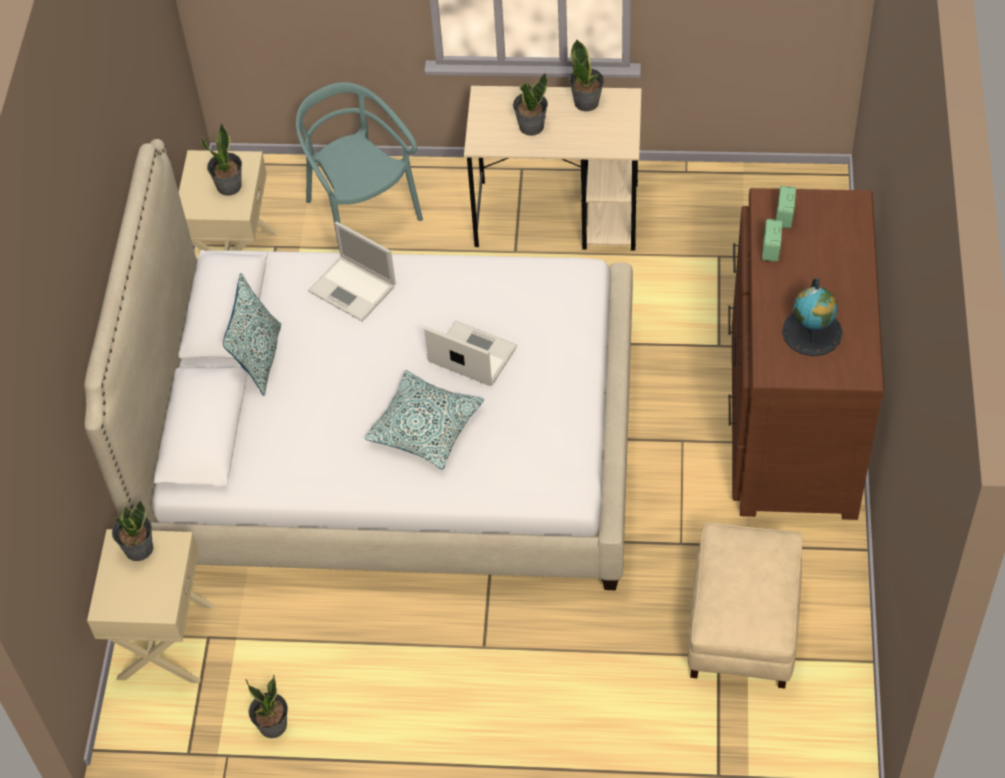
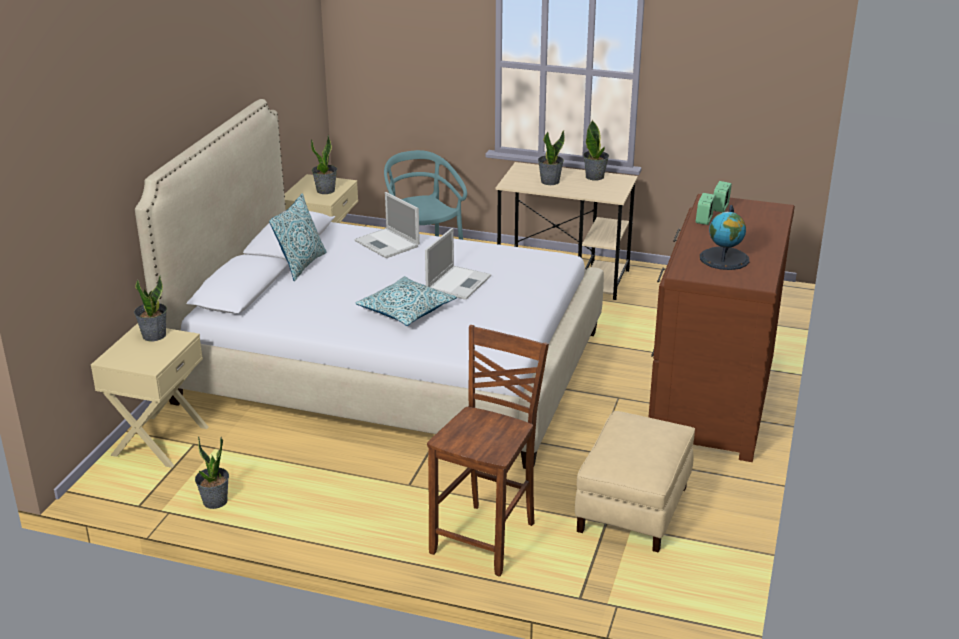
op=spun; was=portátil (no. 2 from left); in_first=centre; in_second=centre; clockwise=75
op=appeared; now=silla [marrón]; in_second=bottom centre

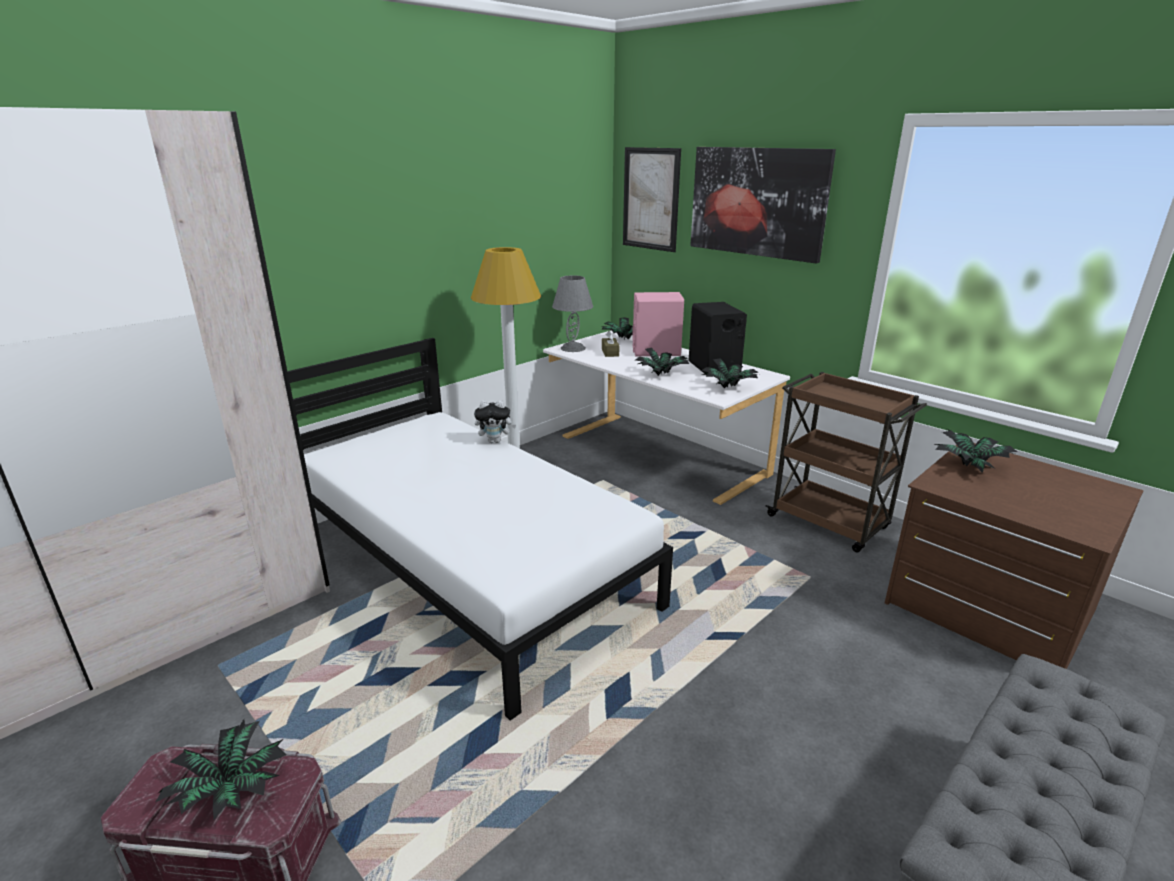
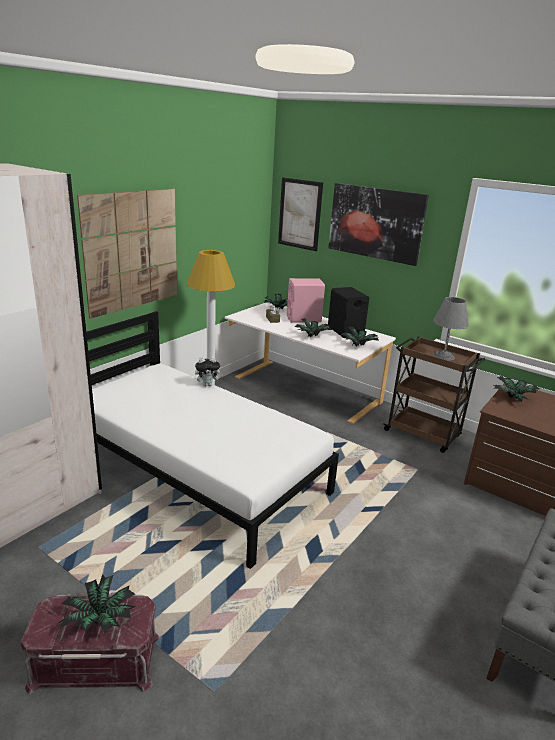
op=appeared; now=cuadro (no. 1 from left); in_second=middle left
op=relocated; was=lámpara de mesa [gris]; in_first=centre; in_second=middle right

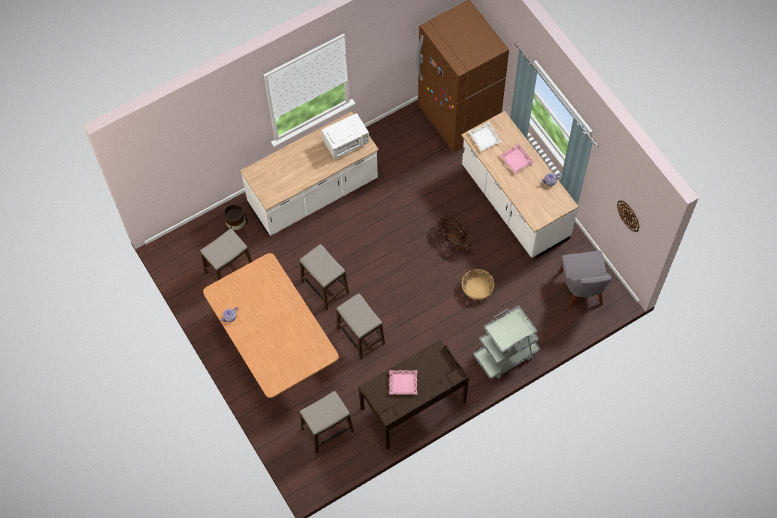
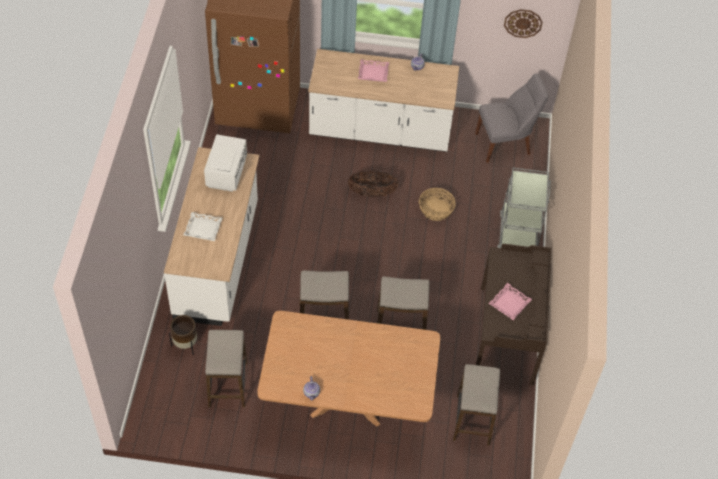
op=relocated; was=bandeja [blanco]; in_first=top centre; in_second=middle left
op=spun; was=silla [gris]; in_first=middle right; in_second=top right; clockwise=-45

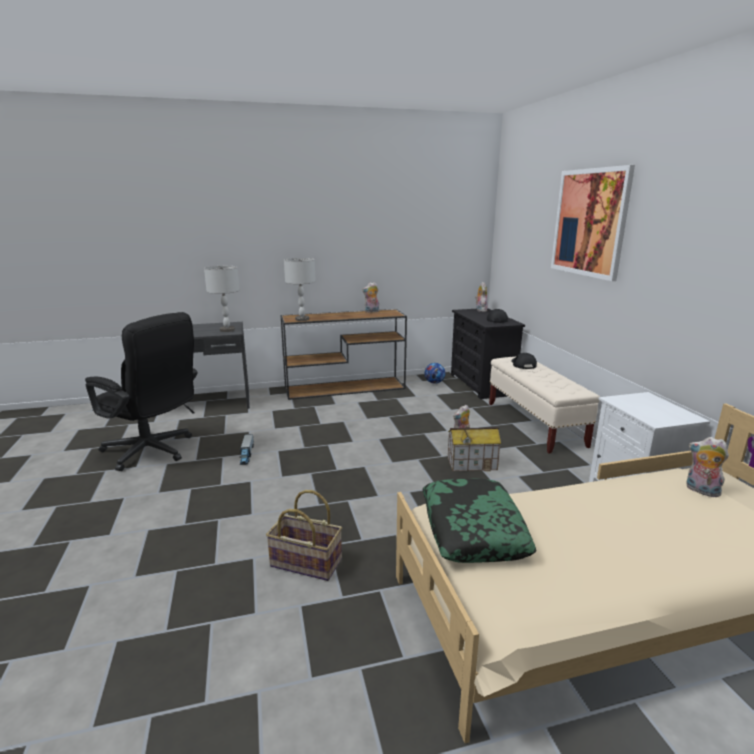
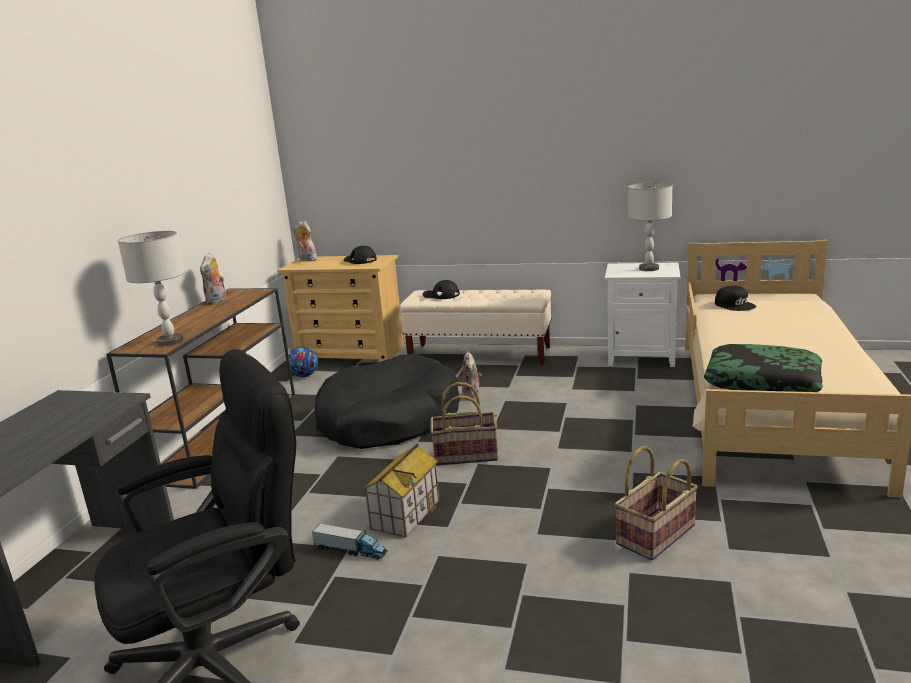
op=colour; was=cómoda [negro]; now=cómoda [beis]; in_first=centre; in_second=centre
op=appeared; now=cama para perro [negro]; in_second=centre
op=relocated; was=casita; in_first=centre; in_second=bottom centre
op=appeared; now=cesta (no. 1 from left); in_second=centre
op=relocated; was=lámpara de mesa [gris] (no. 1 from left in the first image); now=lámpara de mesa [gris] (no. 2 from left); in_first=middle left; in_second=top right
op=exchanged; was=peluche (no. 4 from left); now=gorra [negro] (no. 3 from left); in_first=middle right; in_second=middle right
op=missing; was=cuadro; in_first=top right

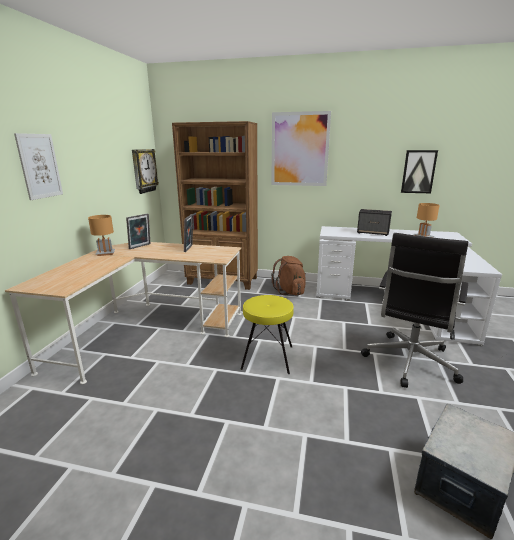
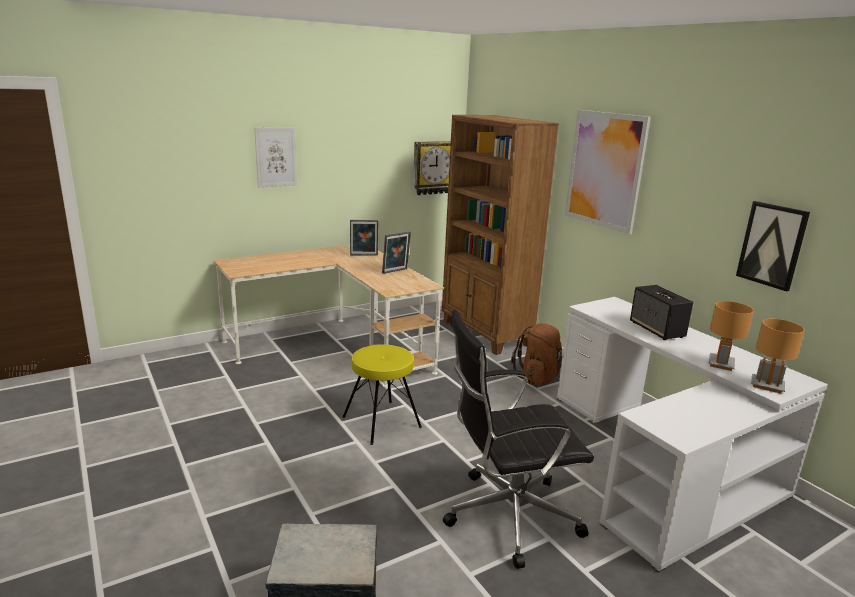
op=relocated; was=lámpara de mesa [marrón] (no. 1 from left in the first image); now=lámpara de mesa [marrón] (no. 2 from left); in_first=middle left; in_second=middle right

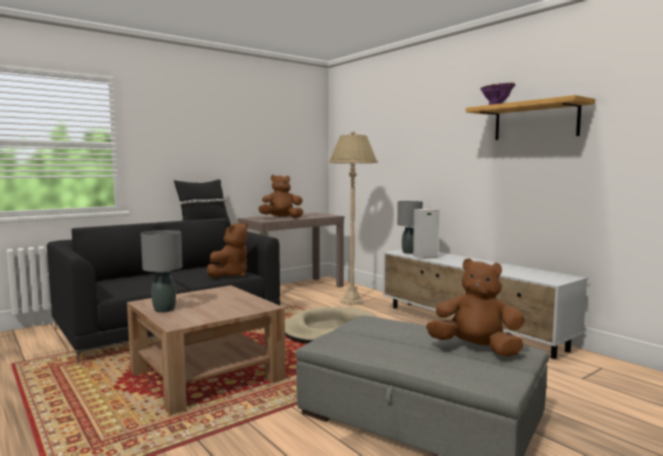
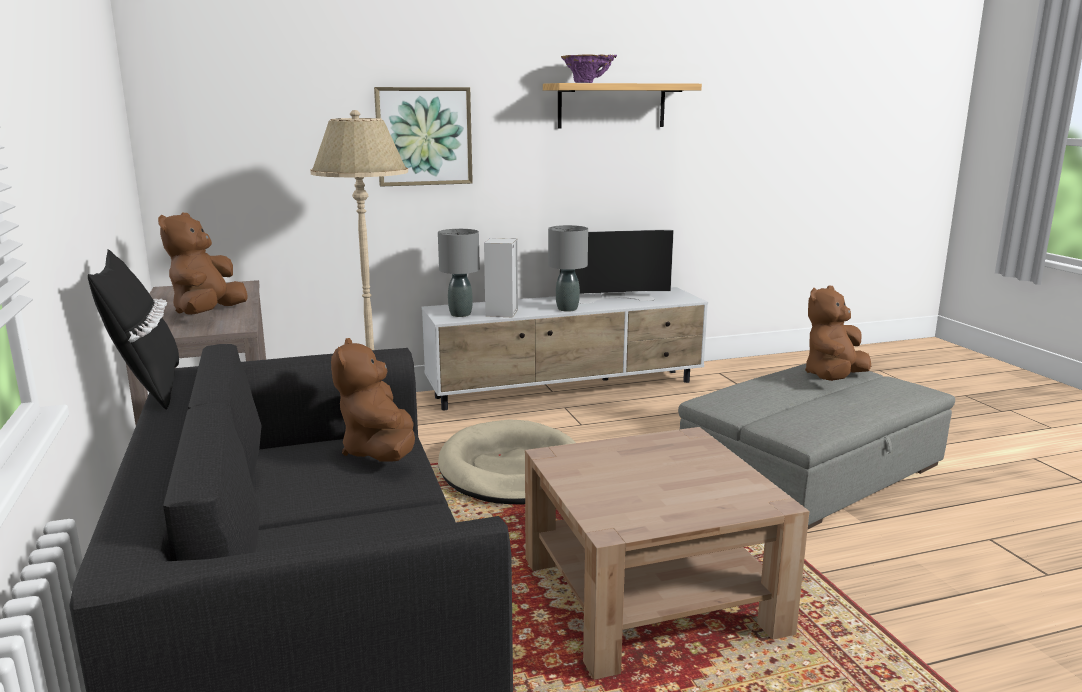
op=spun; was=peluche [marrón] (no. 1 from left in the first image); in_first=centre; in_second=centre; clockwise=-150
op=appeared; now=cuadro; in_second=top centre
op=relocated; was=lámpara de mesa [gris] (no. 1 from left in the first image); now=lámpara de mesa [gris] (no. 2 from left); in_first=middle left; in_second=centre
op=appeared; now=televisor; in_second=centre

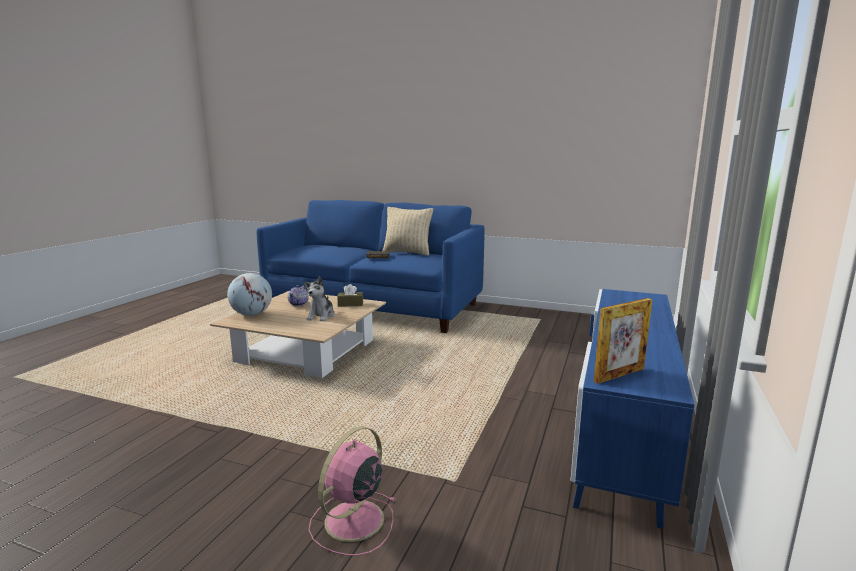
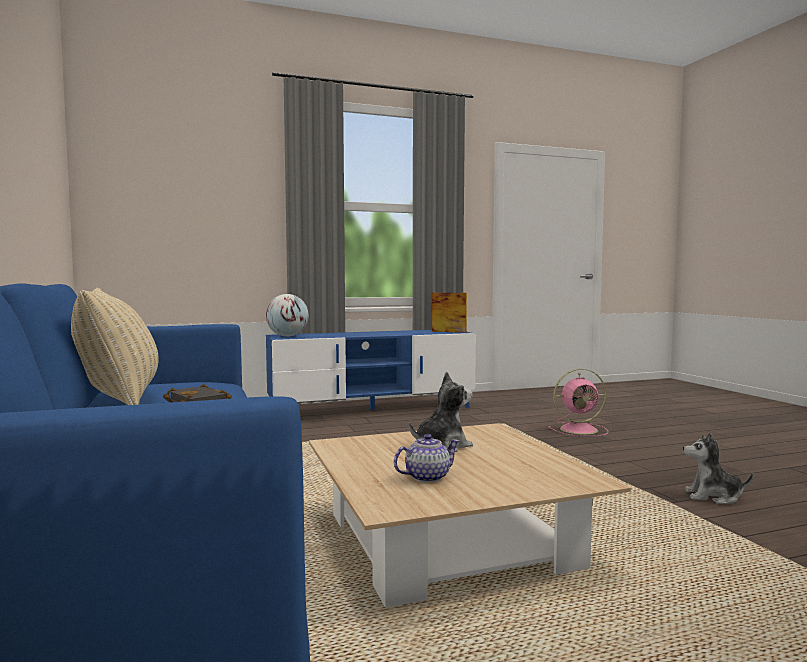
op=relocated; was=globo terráqueo; in_first=middle left; in_second=centre
op=appeared; now=peluche (no. 2 from left); in_second=bottom right
op=missing; was=caja de pañuelos [marrón]; in_first=centre

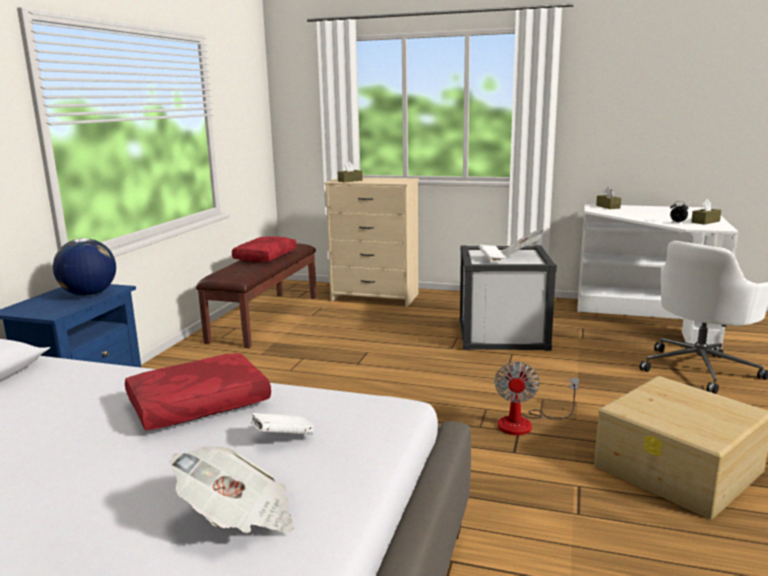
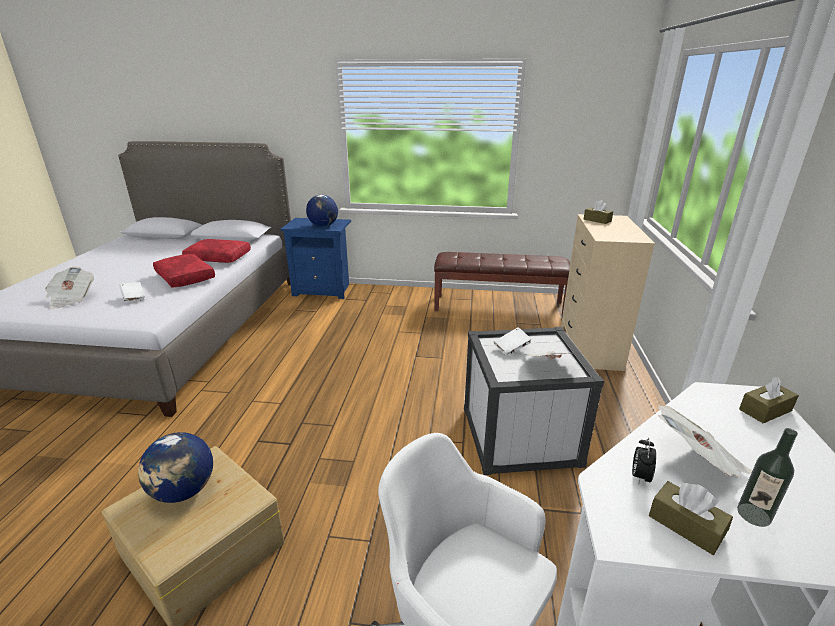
op=appeared; now=globo terráqueo (no. 1 from left); in_second=bottom left
op=relocated; was=cojín [rojo] (no. 2 from left); in_first=centre; in_second=middle left
op=appeared; now=periódico (no. 3 from left); in_second=bottom right
op=appeared; now=botella; in_second=bottom right
op=missing; was=ventilador; in_first=bottom right

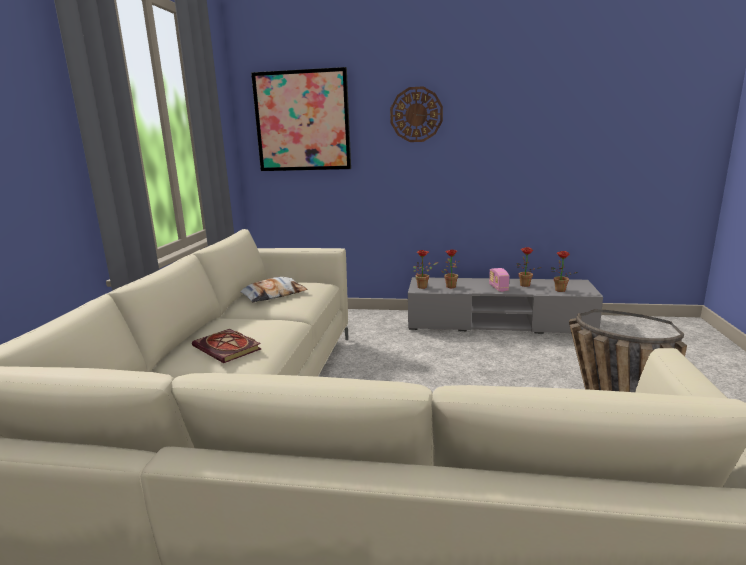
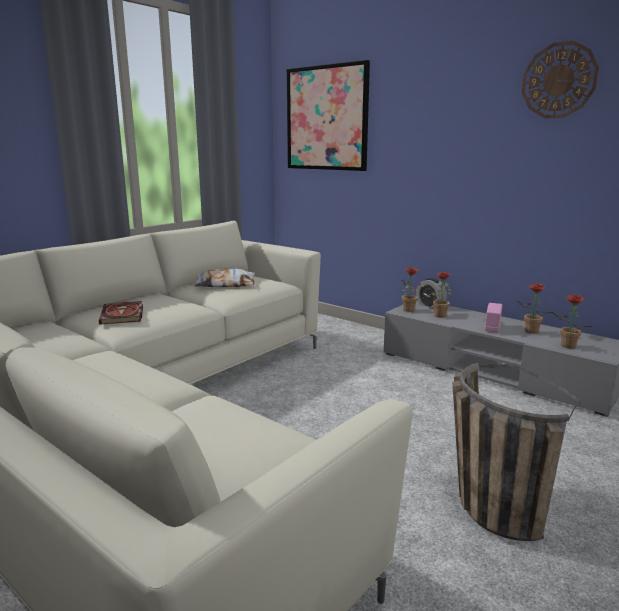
op=appeared; now=despertador; in_second=middle right
op=relocated; was=reloj de pared; in_first=top centre; in_second=top right

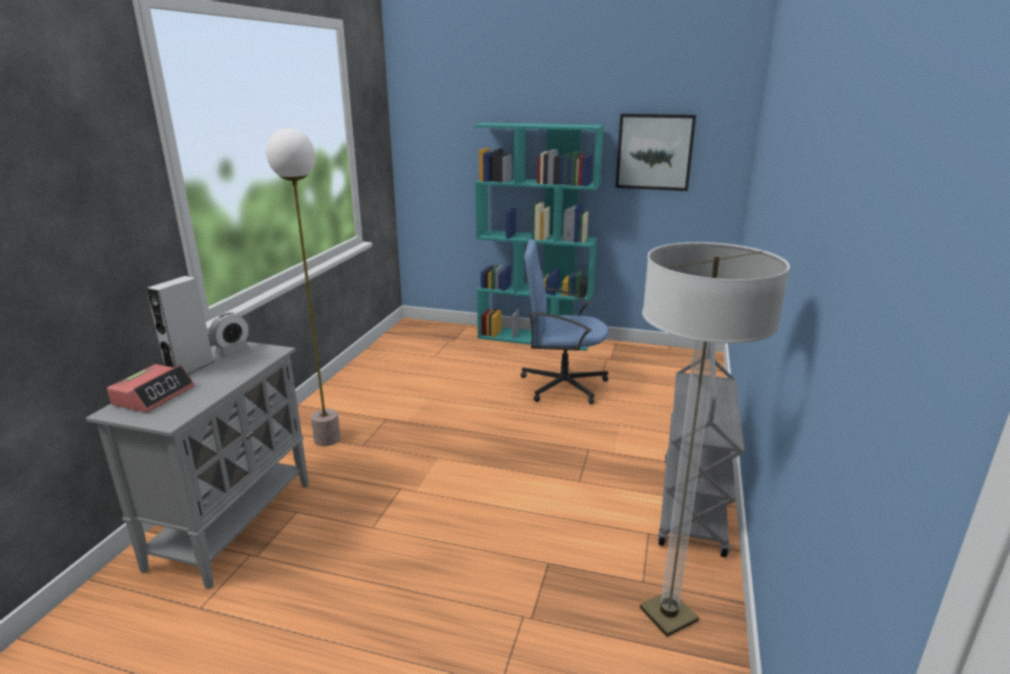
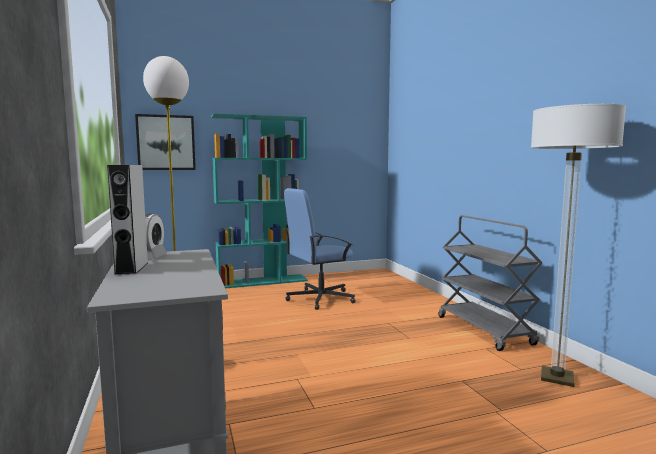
op=relocated; was=cuadro; in_first=top centre; in_second=top left
op=missing; was=despertador (no. 1 from left); in_first=middle left

